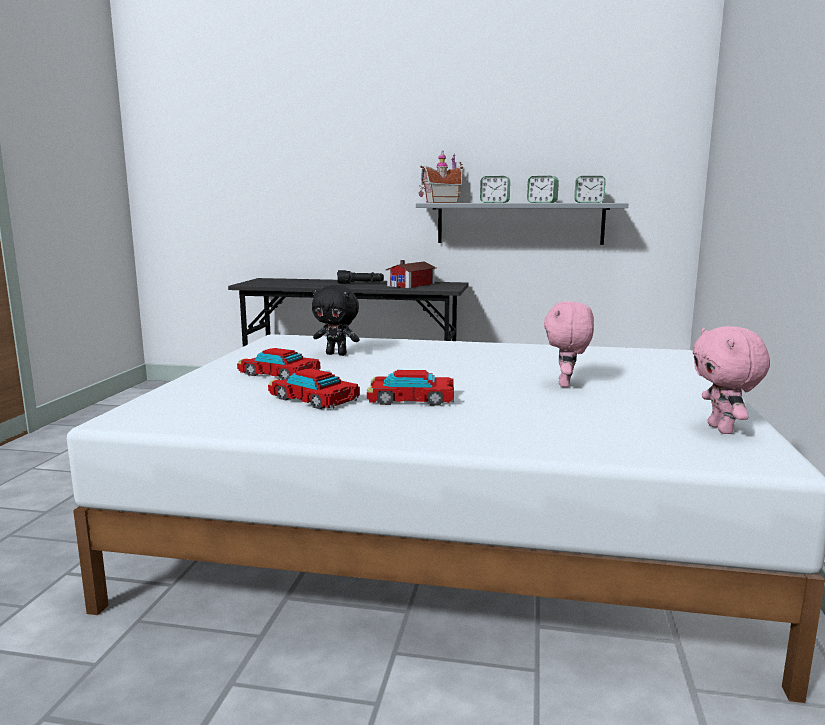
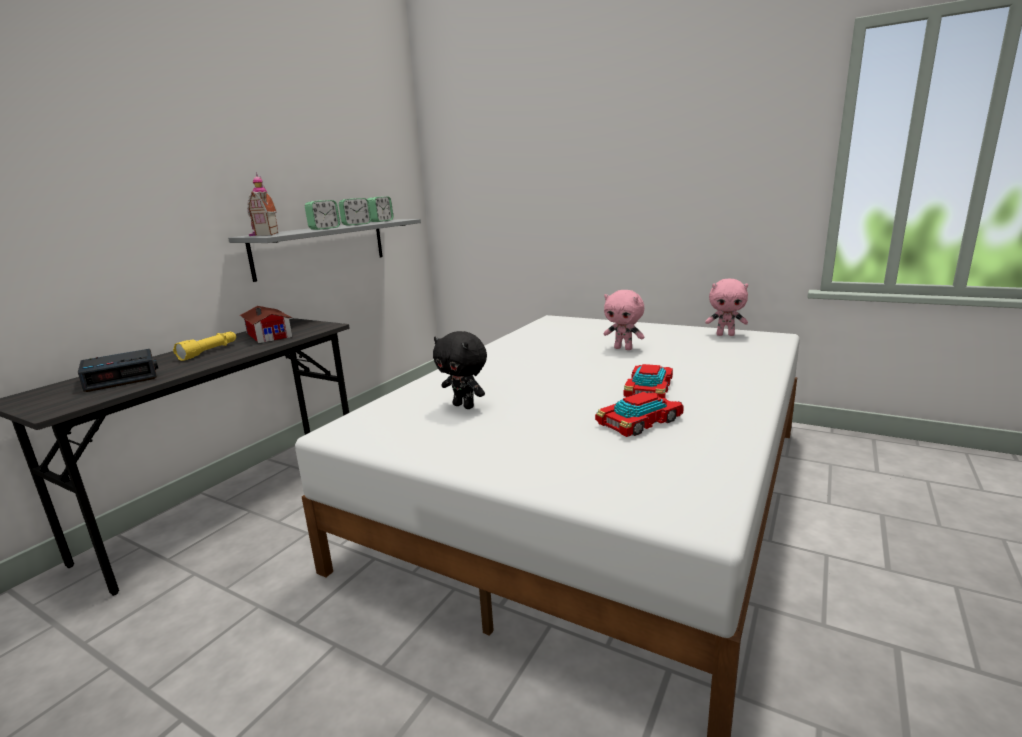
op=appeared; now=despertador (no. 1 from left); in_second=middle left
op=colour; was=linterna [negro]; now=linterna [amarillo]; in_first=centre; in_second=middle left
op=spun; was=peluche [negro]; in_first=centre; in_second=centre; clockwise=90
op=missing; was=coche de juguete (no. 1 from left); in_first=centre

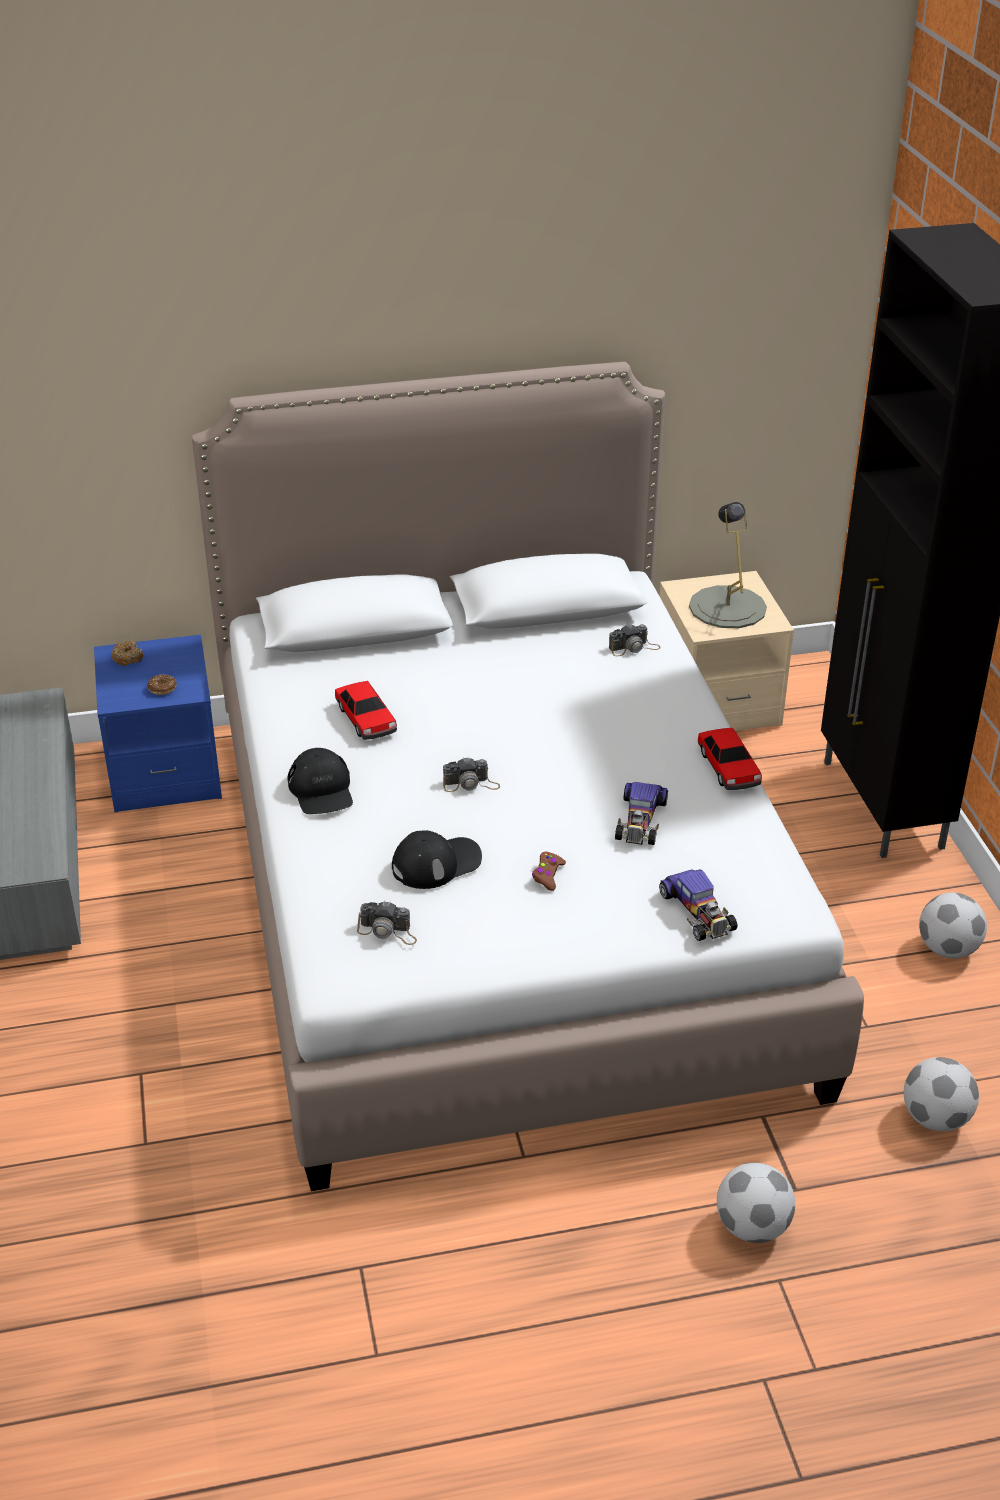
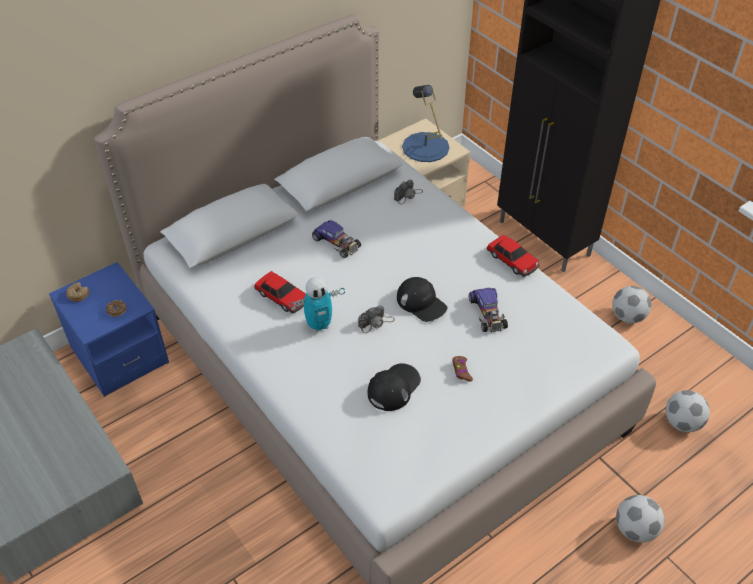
op=appeared; now=robot de juguete; in_second=centre
op=relocated; was=coche de juguete (no. 3 from left in the first image); now=coche de juguete (no. 2 from left); in_first=middle right; in_second=centre
op=relocated; was=gorra [negro] (no. 1 from left in the first image); now=gorra [negro] (no. 2 from left); in_first=middle left; in_second=centre
op=colour; was=lámpara de mesa [gris]; now=lámpara de mesa [azul]; in_first=middle right; in_second=top centre
op=missing; was=cámara (no. 1 from left); in_first=centre

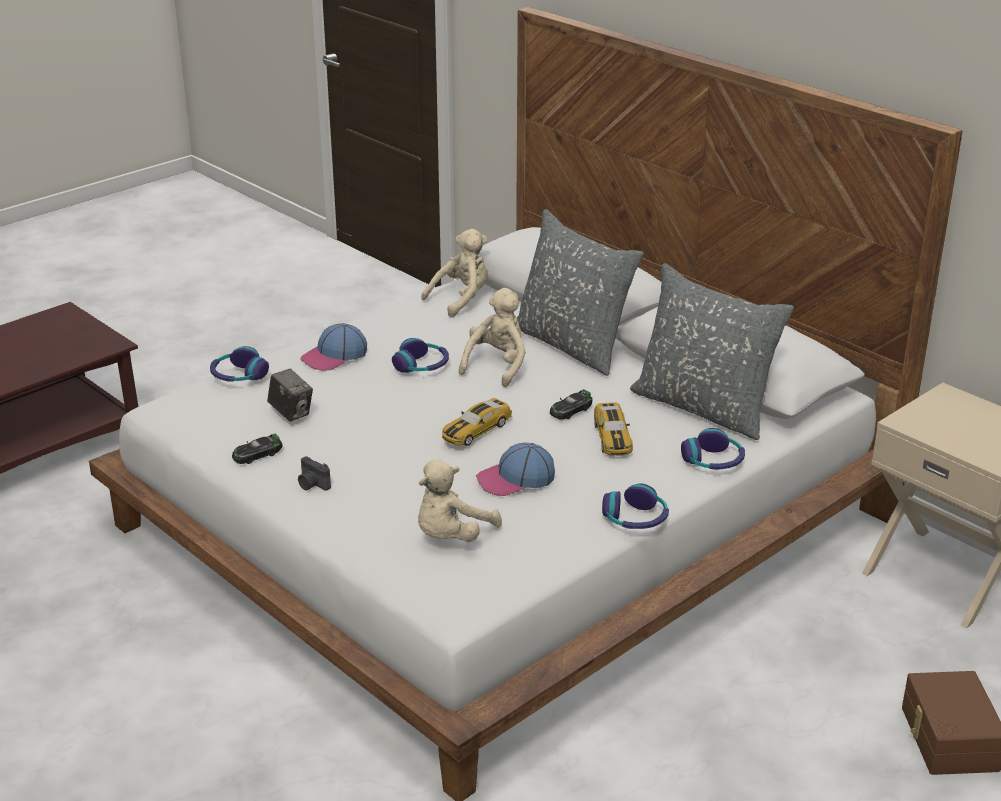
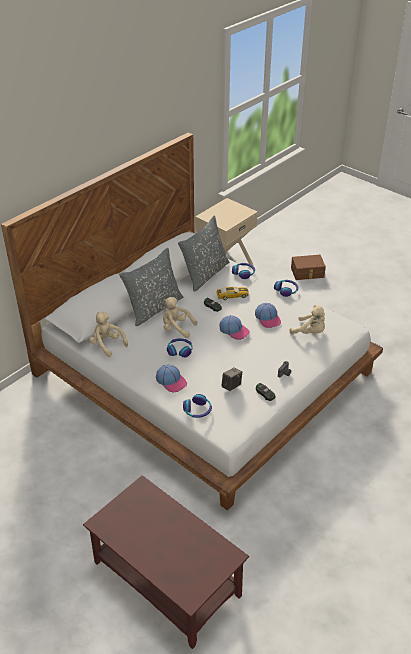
op=exchanged; was=coche de juguete (no. 2 from left); now=gorra (no. 2 from left); in_first=centre; in_second=centre

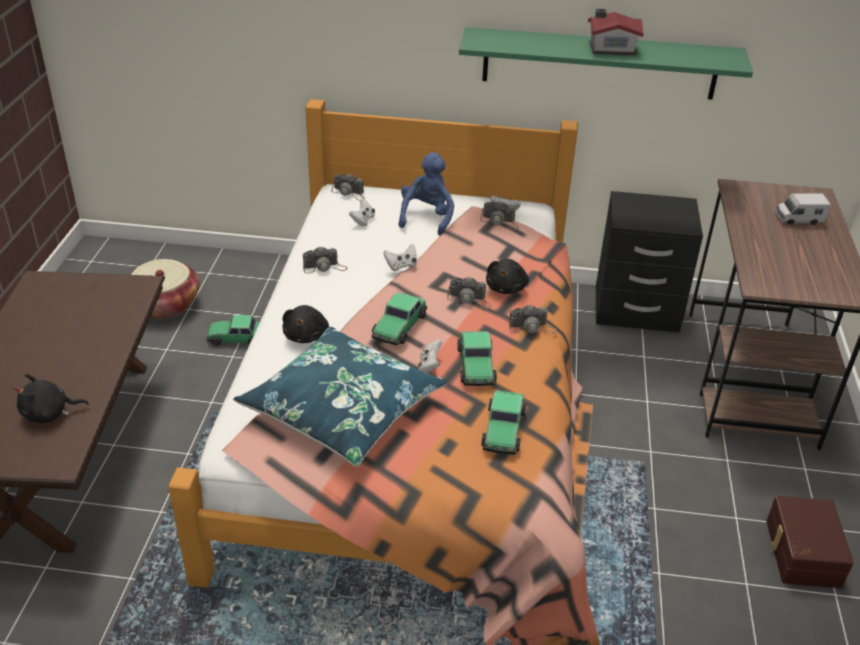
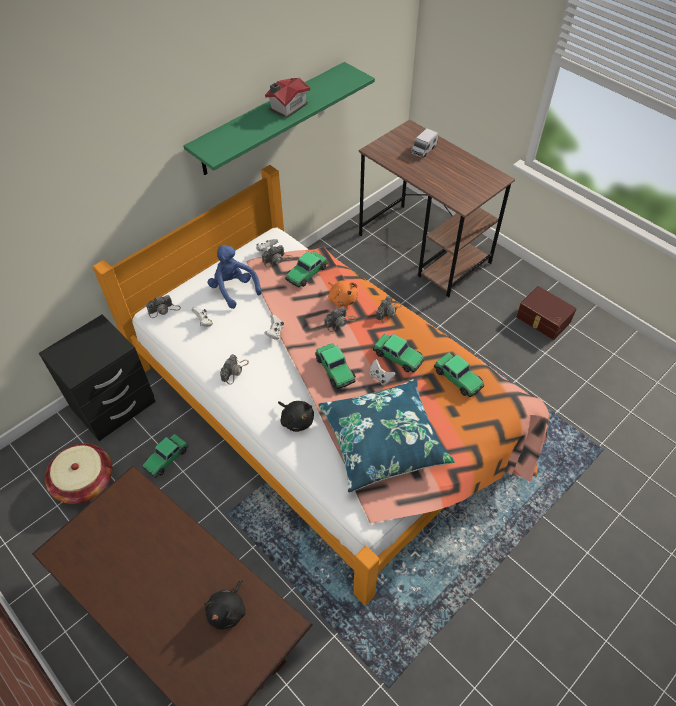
op=relocated; was=mesita de noche [negro]; in_first=middle right; in_second=middle left
op=appeared; now=coche de juguete (no. 2 from left); in_second=centre
op=colour; was=peluche [negro] (no. 3 from left); now=peluche [naranja]; in_first=centre; in_second=centre

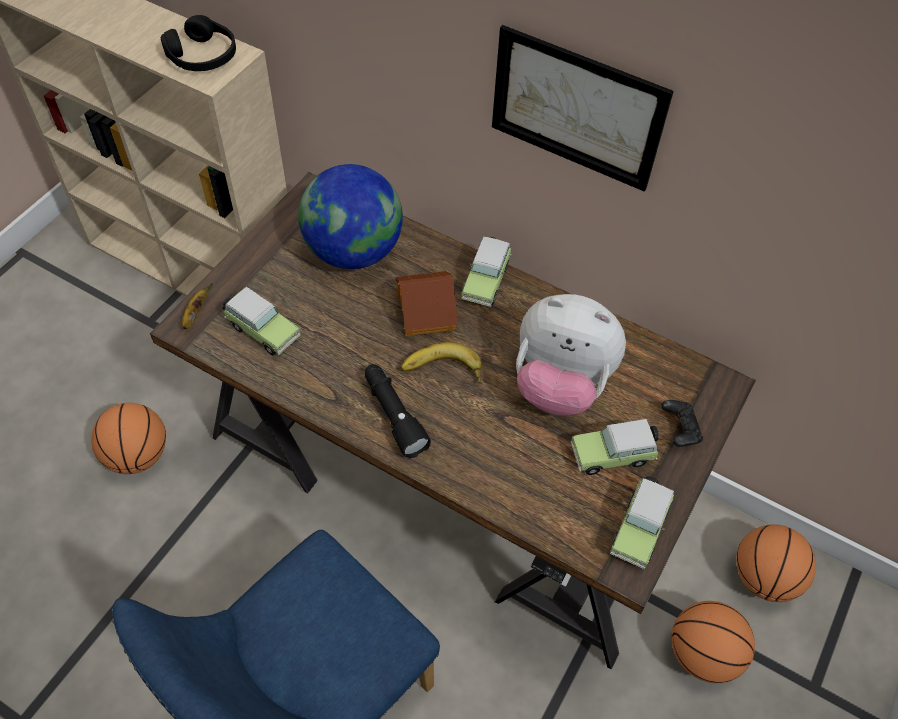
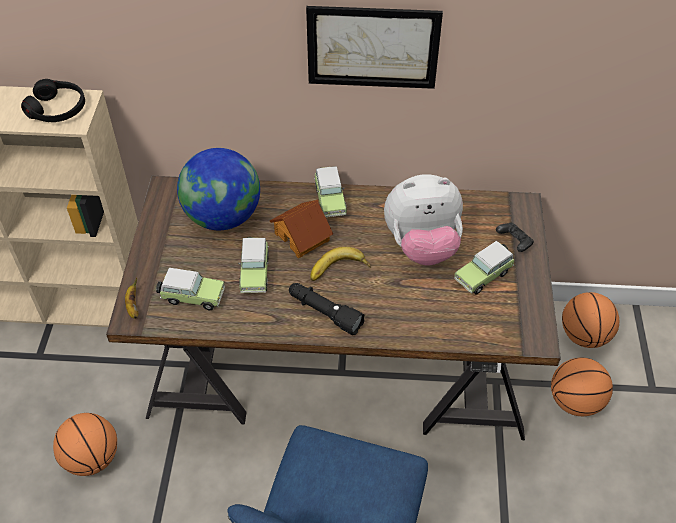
op=relocated; was=coche de juguete (no. 4 from left in the first image); now=coche de juguete (no. 2 from left); in_first=bottom right; in_second=centre

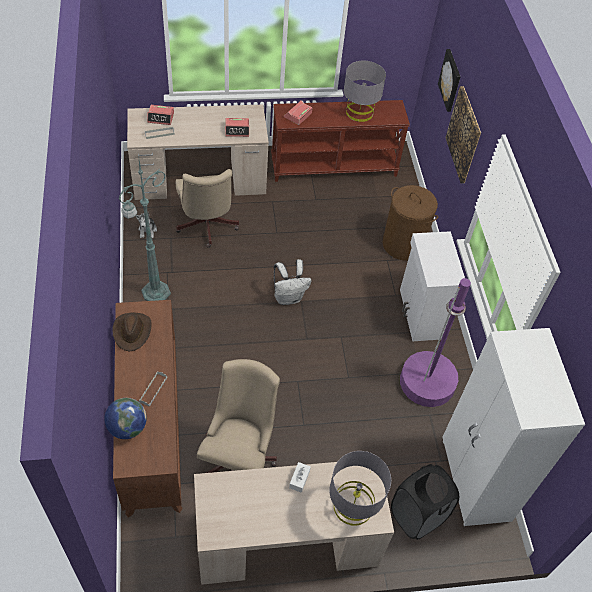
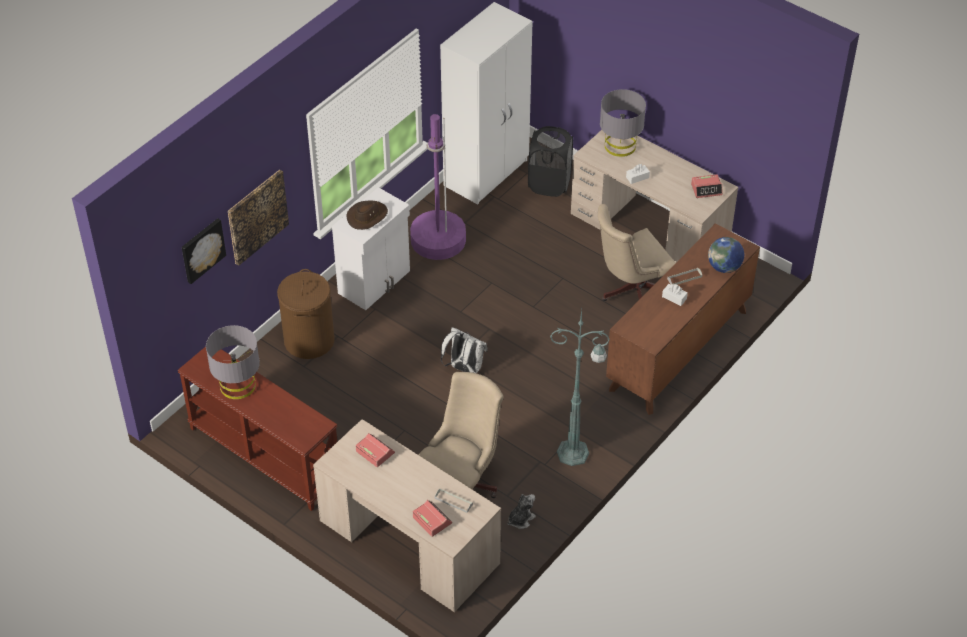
op=relocated; was=sombrero [marrón]; in_first=middle left; in_second=centre
op=appeared; now=caja de pañuelos [blanco] (no. 2 from left); in_second=middle right
op=relocated; was=despertador (no. 3 from left); in_first=top centre; in_second=top right

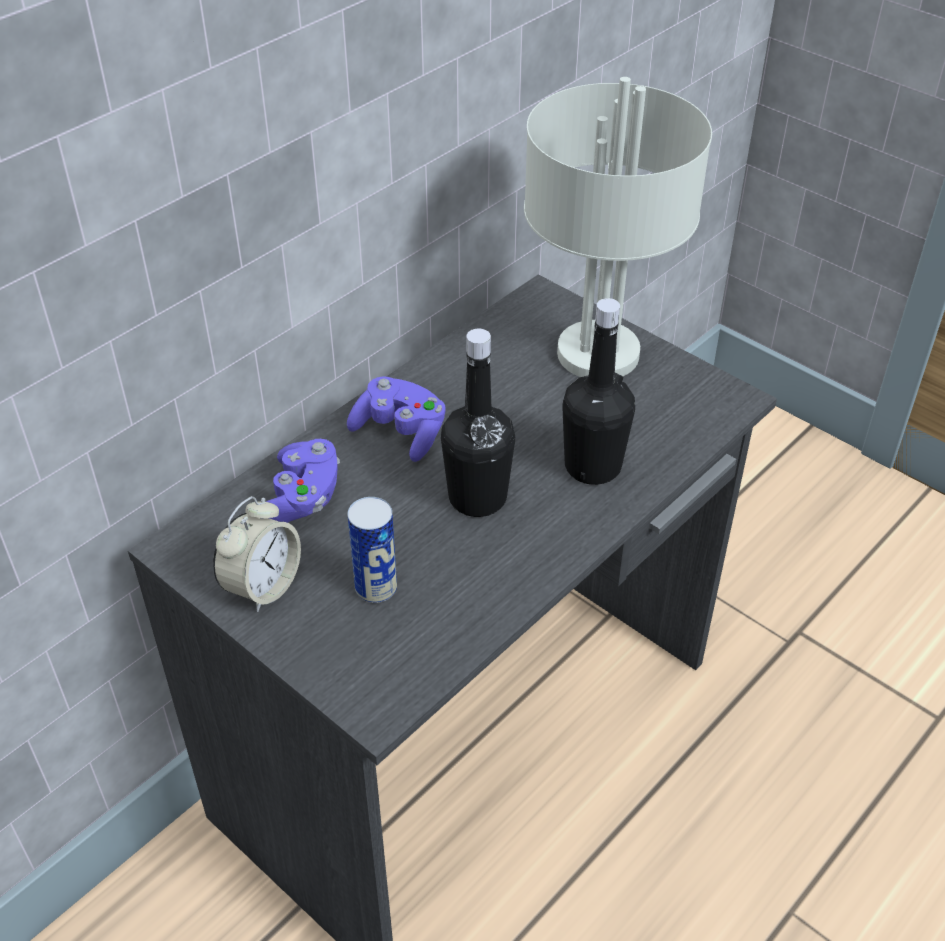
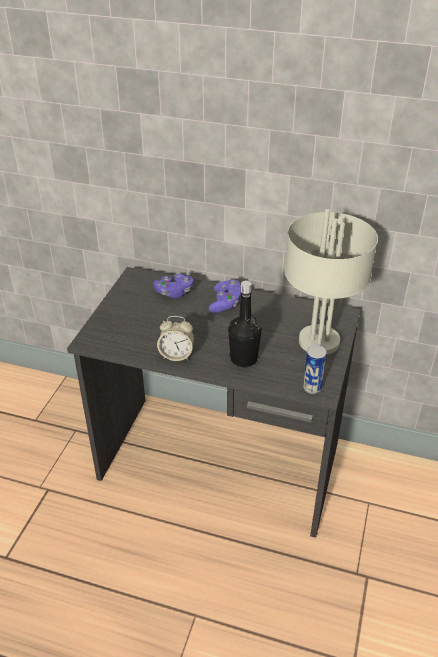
op=relocated; was=despertador; in_first=middle left; in_second=centre
op=relocated; was=lata; in_first=centre; in_second=middle right
op=missing; was=botella [negro] (no. 1 from left); in_first=centre

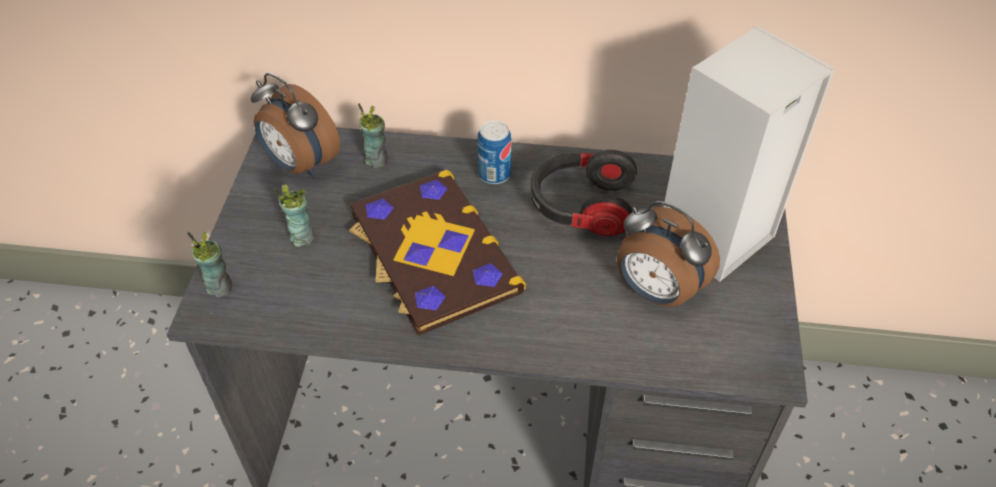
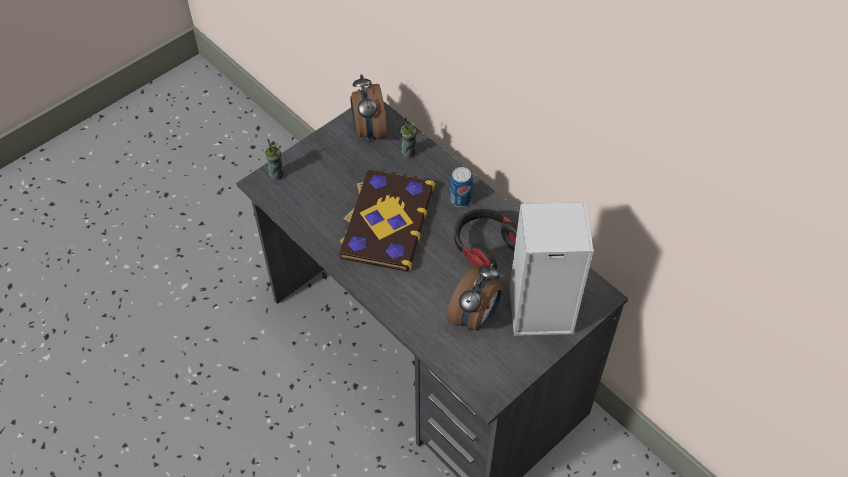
op=spun; was=despertador (no. 2 from left); in_first=middle right; in_second=centre; clockwise=-135
op=missing; was=taza (no. 2 from left); in_first=middle left

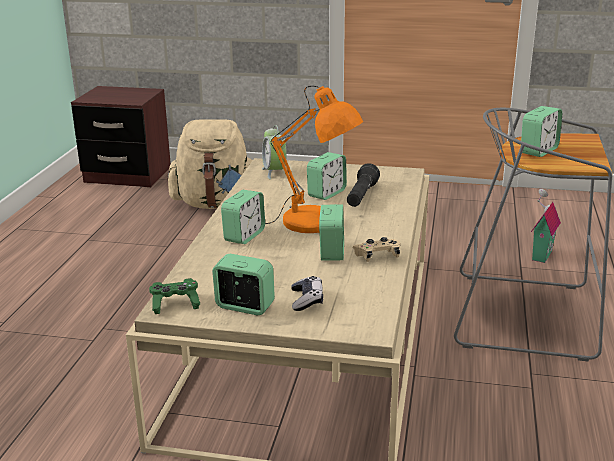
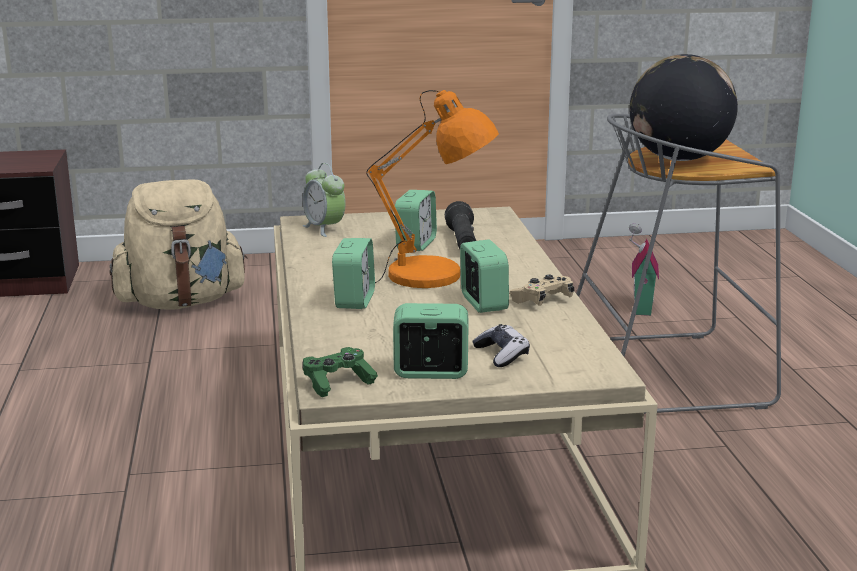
op=exchanged; was=despertador (no. 6 from left); now=globo terráqueo; in_first=top right; in_second=top right

